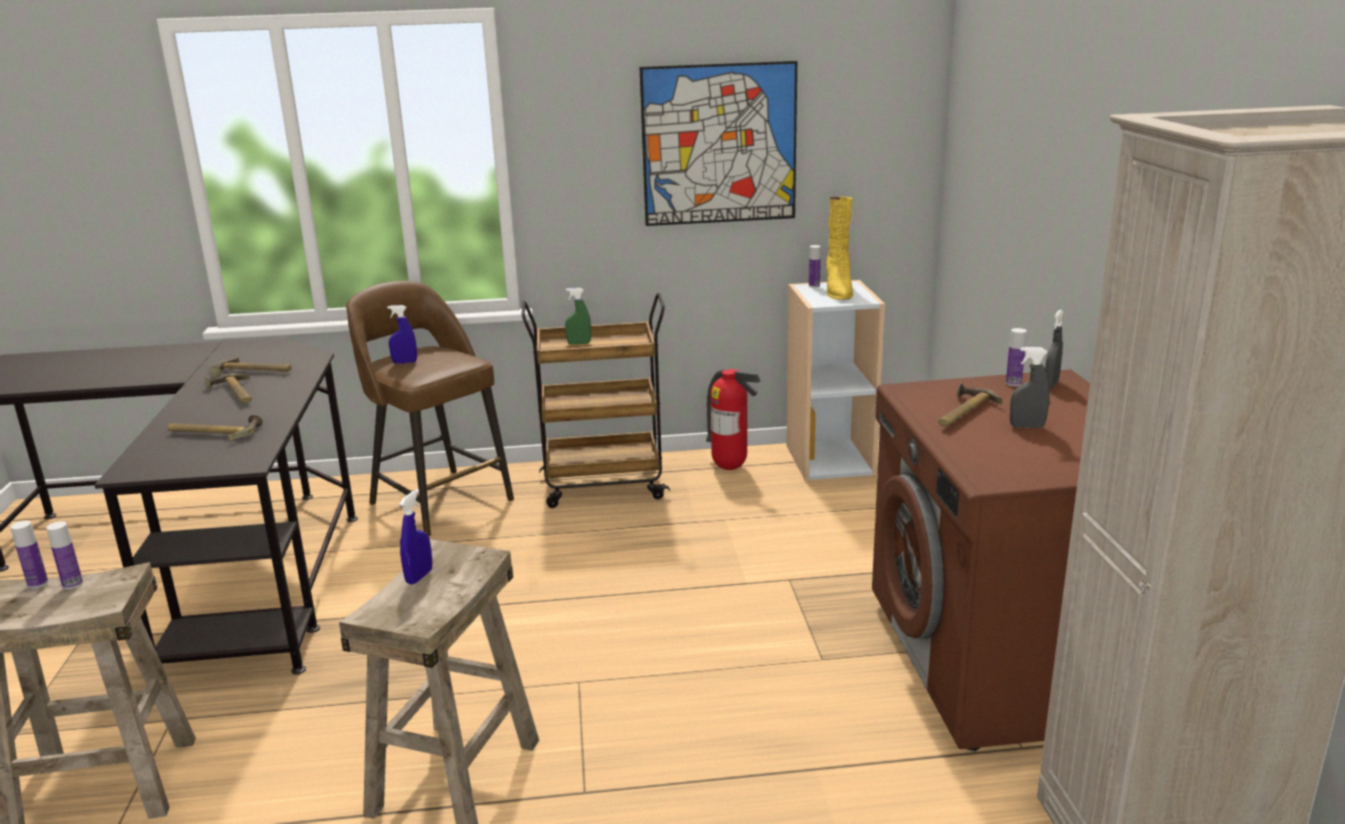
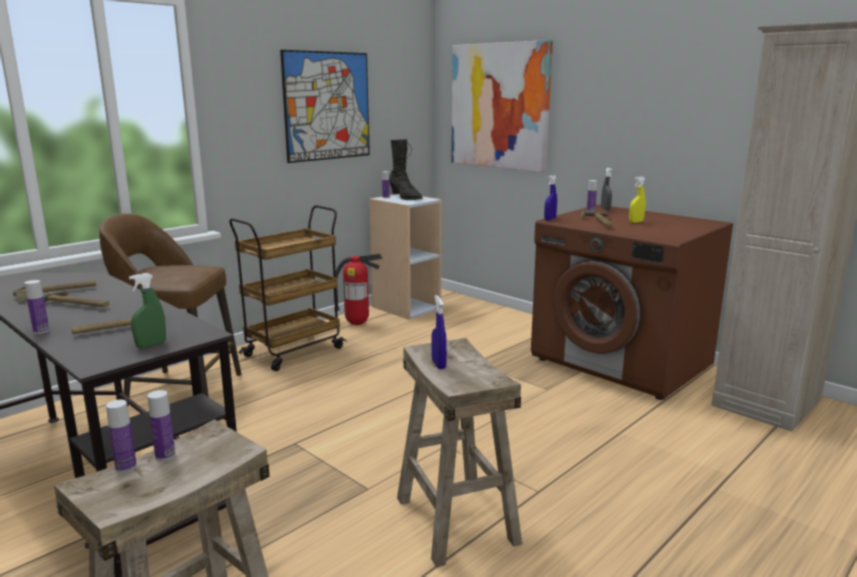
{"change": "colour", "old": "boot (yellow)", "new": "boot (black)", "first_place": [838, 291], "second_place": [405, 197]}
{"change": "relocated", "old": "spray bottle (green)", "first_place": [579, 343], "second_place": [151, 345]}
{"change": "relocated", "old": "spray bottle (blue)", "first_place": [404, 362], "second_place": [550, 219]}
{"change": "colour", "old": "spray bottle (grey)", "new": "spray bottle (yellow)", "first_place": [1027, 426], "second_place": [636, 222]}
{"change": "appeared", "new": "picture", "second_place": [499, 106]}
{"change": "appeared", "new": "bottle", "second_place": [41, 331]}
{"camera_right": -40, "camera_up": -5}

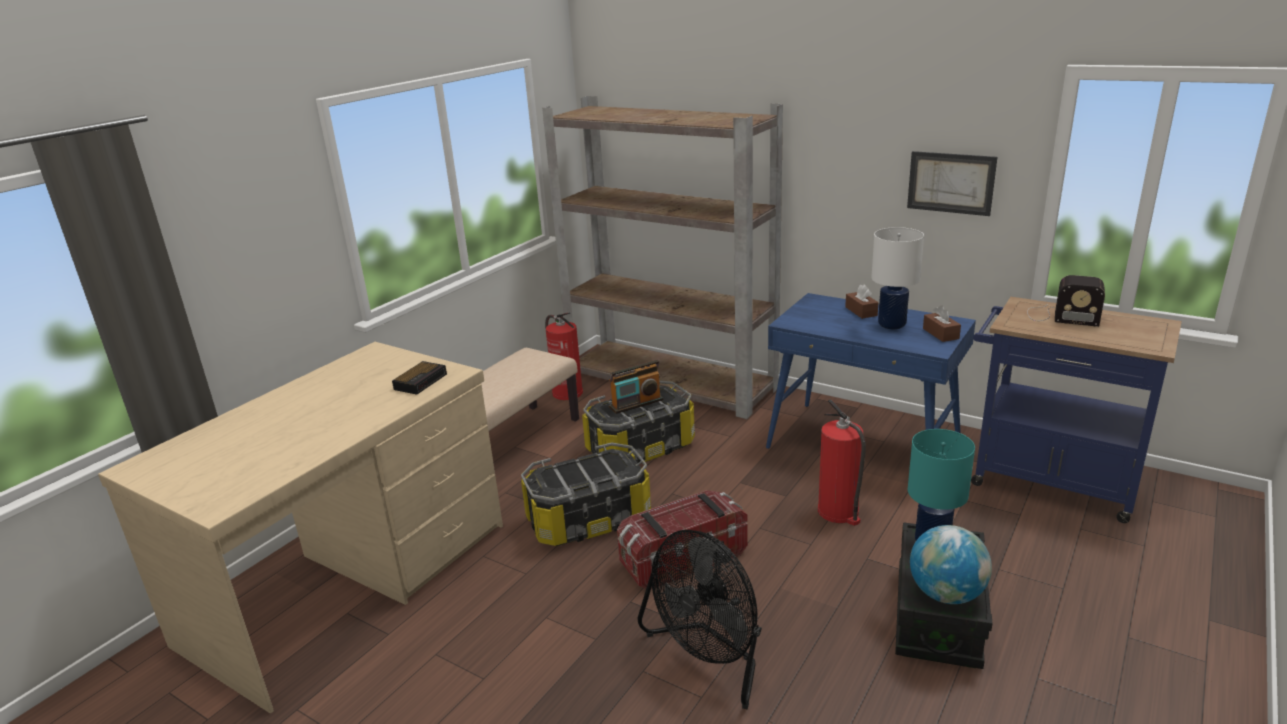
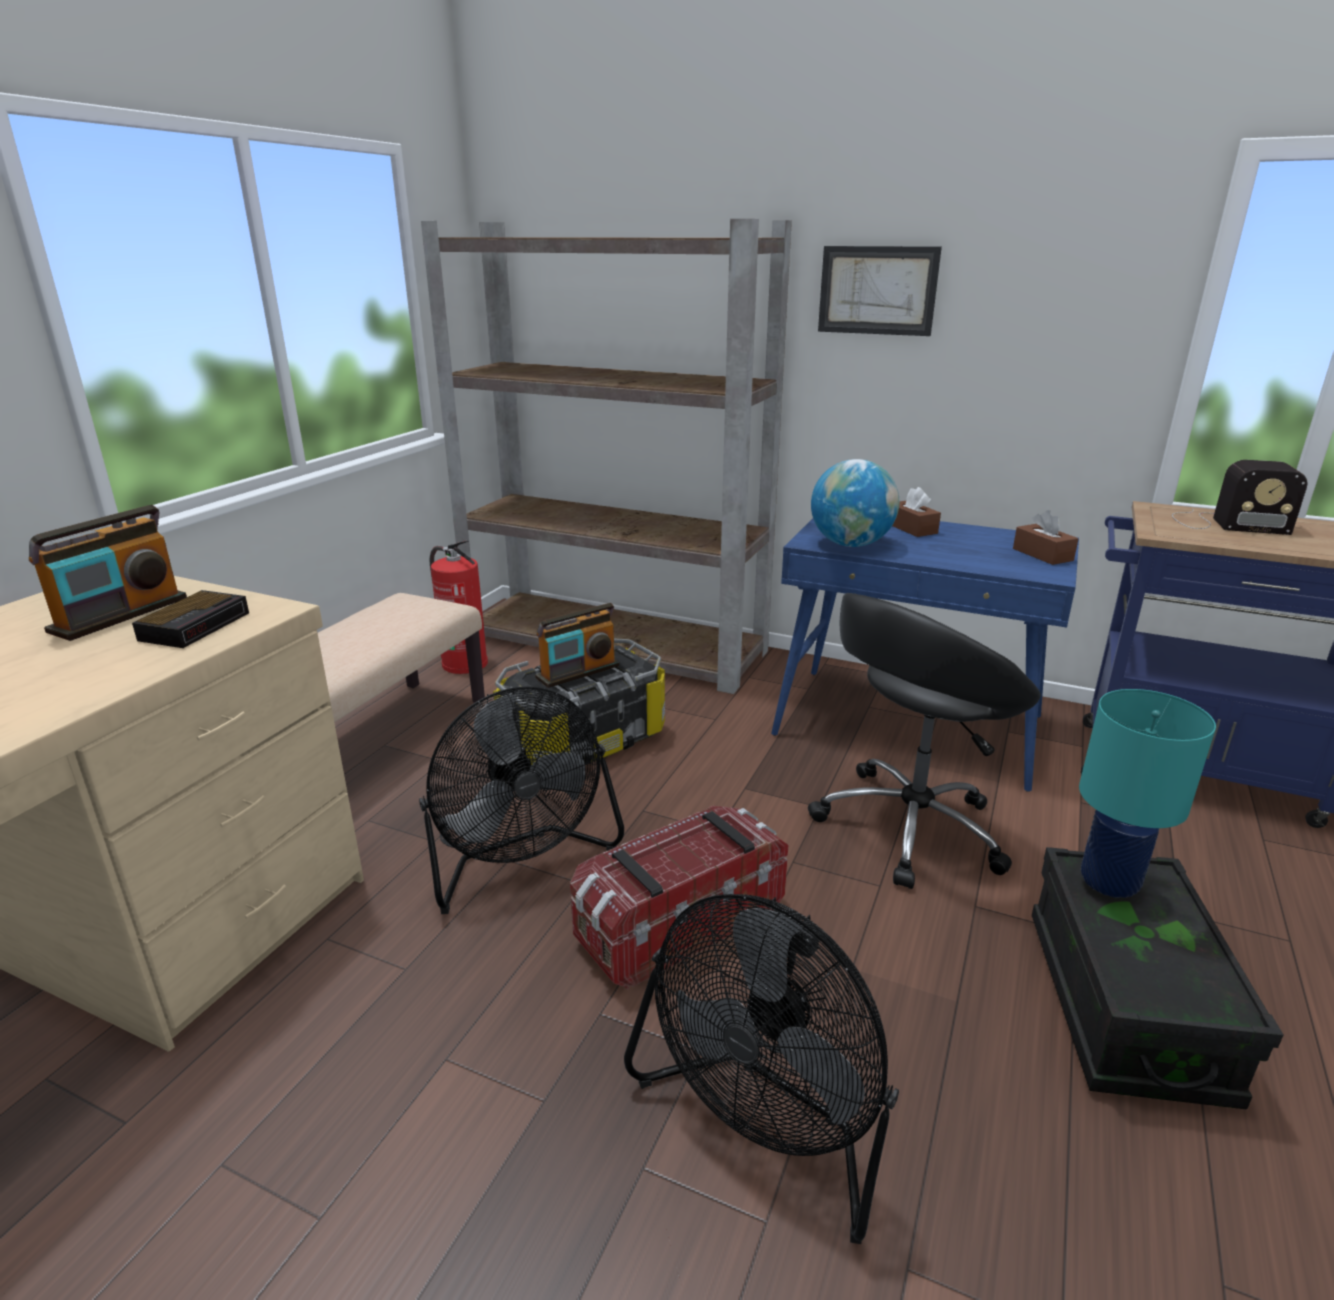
{"change": "relocated", "old": "picture", "first_place": [951, 183], "second_place": [877, 290]}
{"change": "missing", "old": "table lamp (white)", "first_place": [892, 326]}
{"change": "exchanged", "old": "fire extinguisher", "new": "office chair (black)", "first_place": [838, 512], "second_place": [906, 829]}
{"change": "exchanged", "old": "storage box", "new": "fan (black)", "first_place": [588, 519], "second_place": [512, 861]}
{"change": "relocated", "old": "globe", "first_place": [946, 594], "second_place": [850, 544]}
{"change": "appeared", "new": "radio", "second_place": [120, 615]}
{"camera_right": -10, "camera_up": 0}

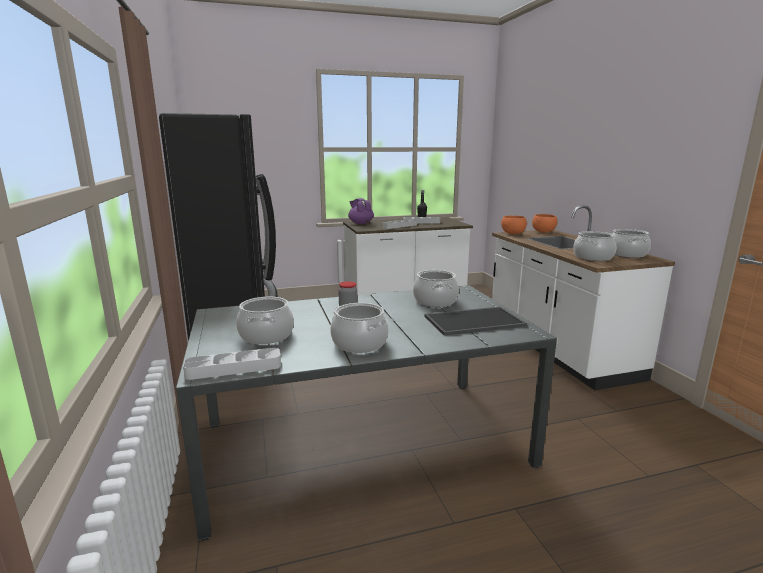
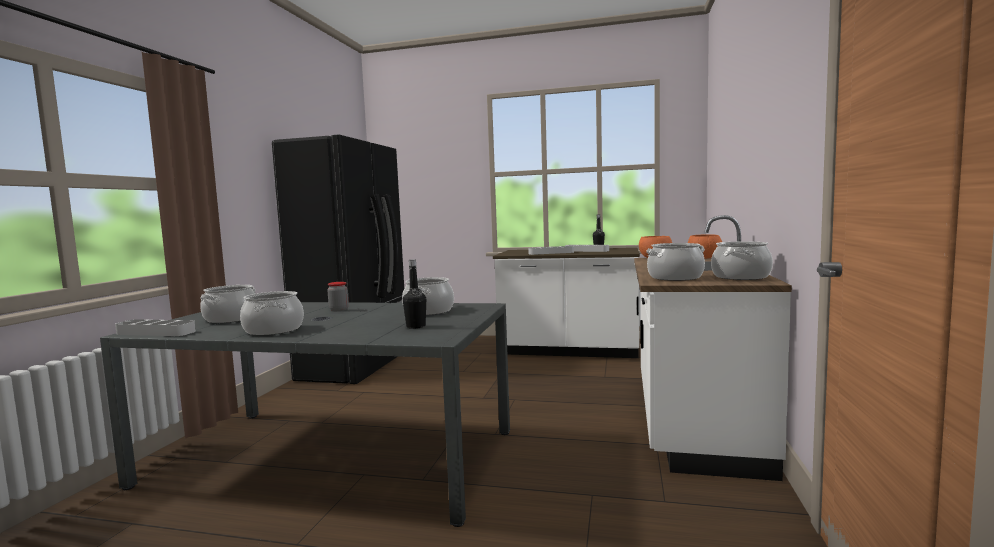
{"change": "missing", "old": "teapot (purple)", "first_place": [360, 223]}
{"change": "exchanged", "old": "tray", "new": "bottle (black)", "first_place": [474, 320], "second_place": [416, 326]}
{"camera_right": 30, "camera_up": -10}

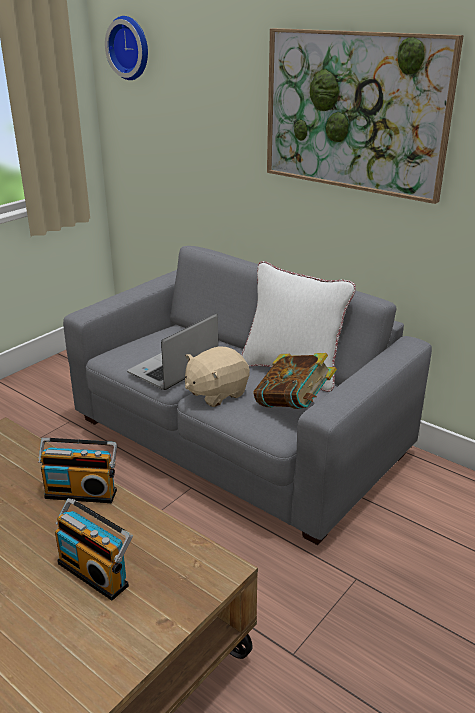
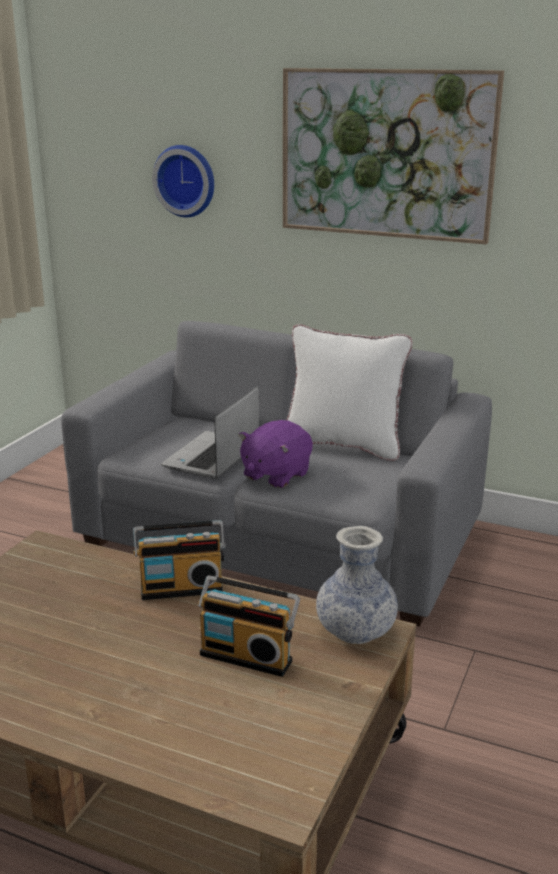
{"change": "relocated", "old": "wall clock", "first_place": [130, 48], "second_place": [186, 180]}
{"change": "colour", "old": "plush toy (beige)", "new": "plush toy (purple)", "first_place": [216, 393], "second_place": [275, 475]}
{"change": "missing", "old": "book", "first_place": [293, 406]}
{"change": "appeared", "new": "vase", "second_place": [355, 631]}
{"camera_right": -15, "camera_up": -5}

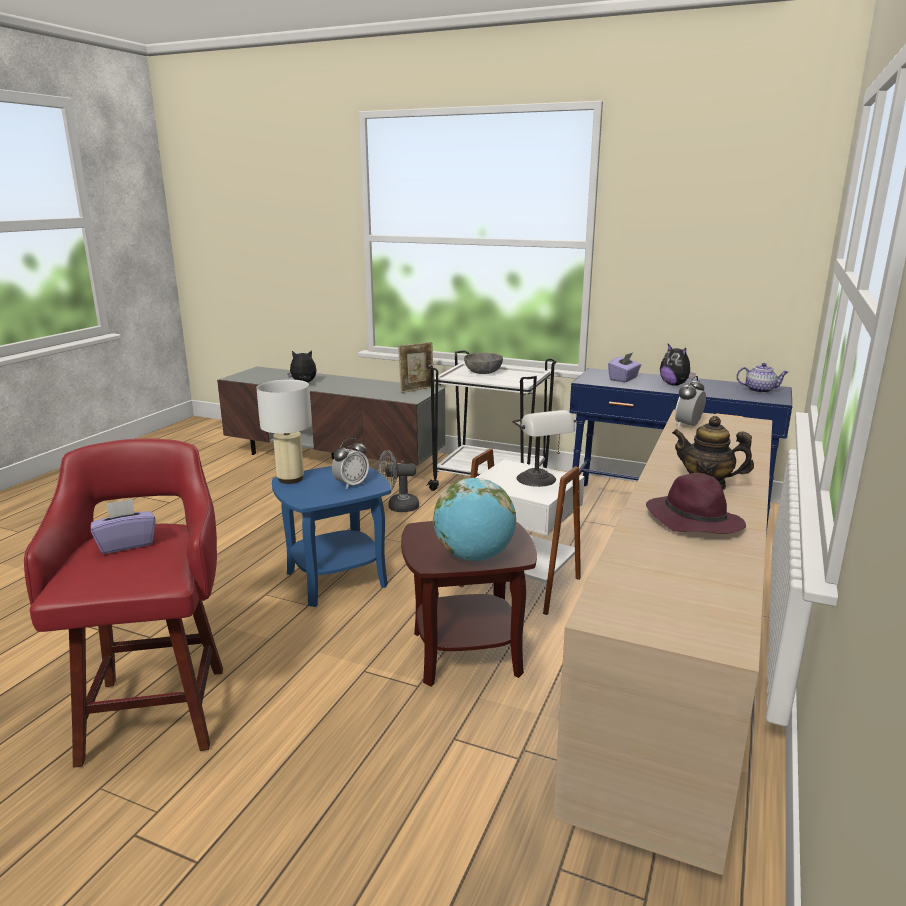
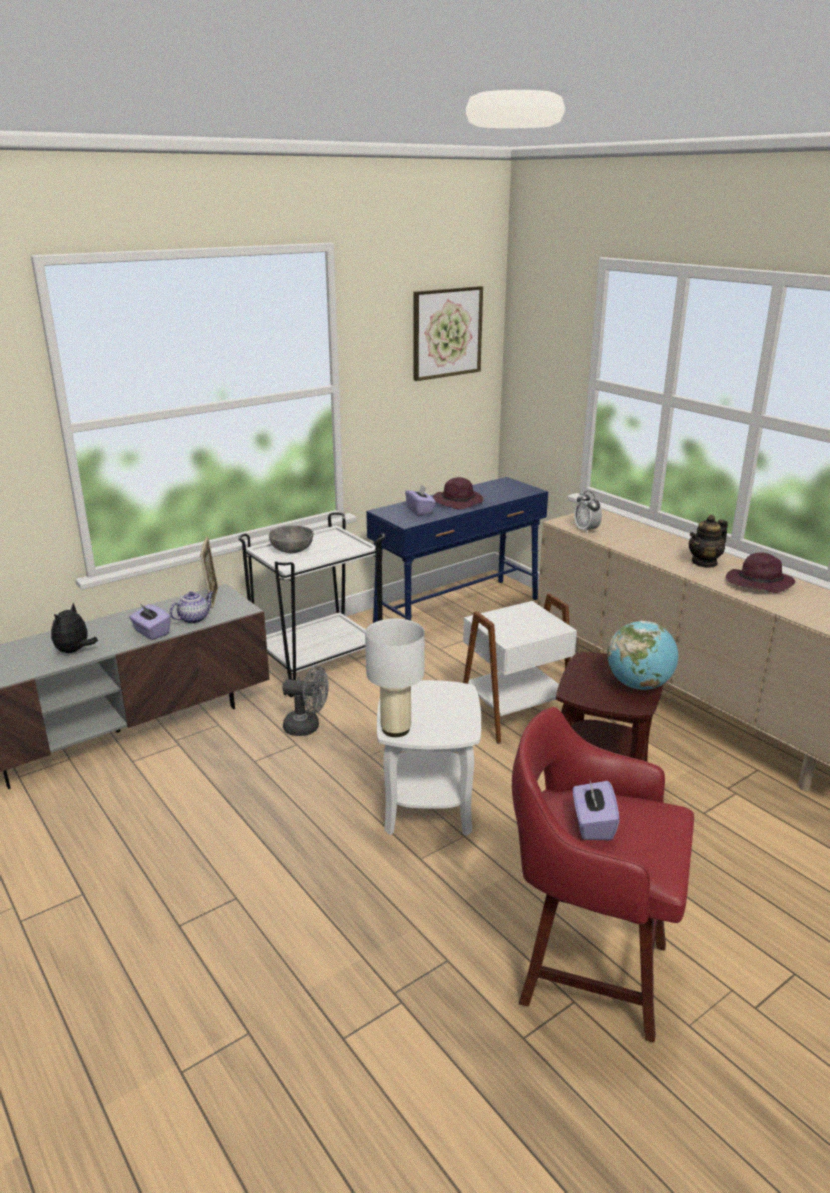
{"change": "exchanged", "old": "plush toy", "new": "hat (purple)", "first_place": [674, 385], "second_place": [459, 502]}
{"change": "relocated", "old": "teapot", "first_place": [760, 390], "second_place": [194, 618]}
{"change": "missing", "old": "table lamp", "first_place": [541, 482]}
{"change": "missing", "old": "alarm clock", "first_place": [351, 484]}
{"change": "spun", "old": "fan (grey)", "first_place": [398, 507], "second_place": [307, 727], "degrees": -105}
{"change": "colour", "old": "side table (blue)", "new": "side table (white)", "first_place": [336, 578], "second_place": [427, 805]}
{"change": "appeared", "new": "picture", "second_place": [446, 332]}
{"change": "appeared", "new": "tissue box (purple)", "second_place": [151, 632]}
{"camera_right": -60, "camera_up": 5}

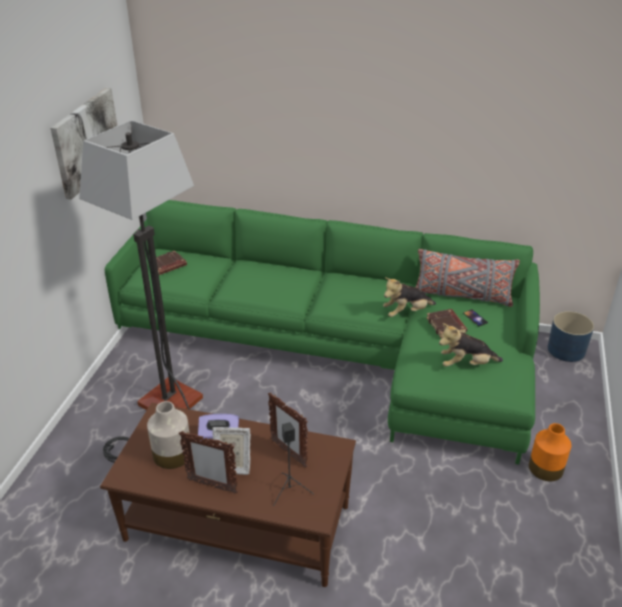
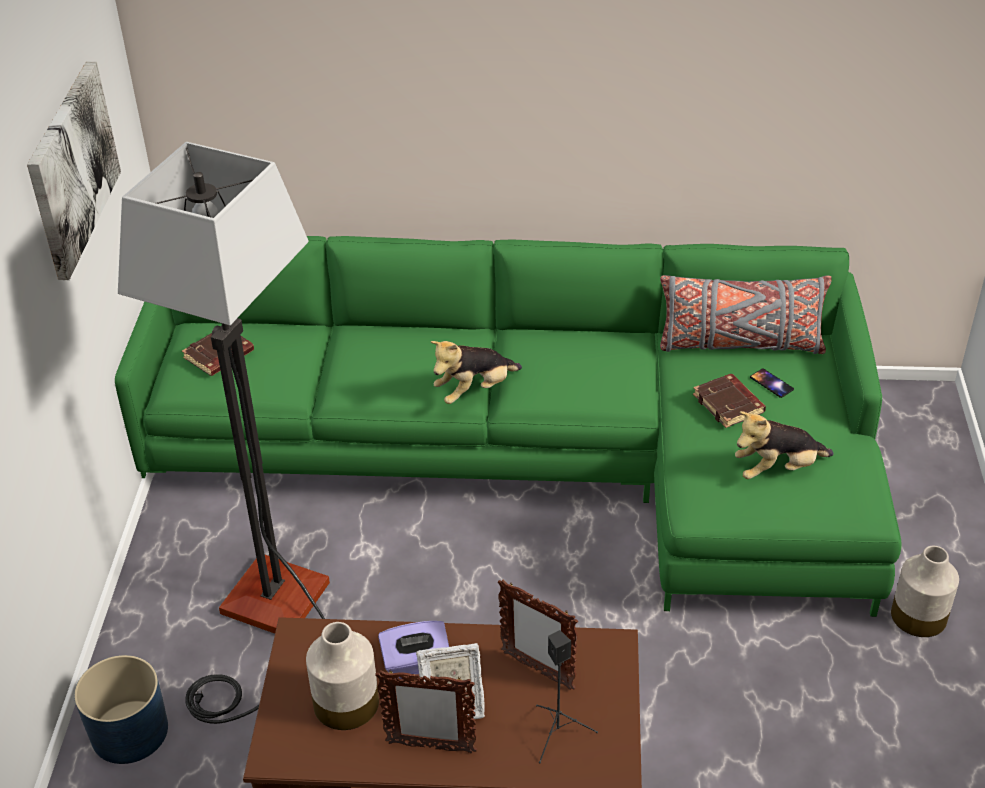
{"change": "relocated", "old": "plush toy", "first_place": [406, 312], "second_place": [474, 391]}
{"change": "relocated", "old": "planter (blue)", "first_place": [566, 350], "second_place": [130, 731]}
{"change": "colour", "old": "vase (orange)", "new": "vase (beige)", "first_place": [546, 468], "second_place": [919, 615]}
{"camera_right": -10, "camera_up": 5}

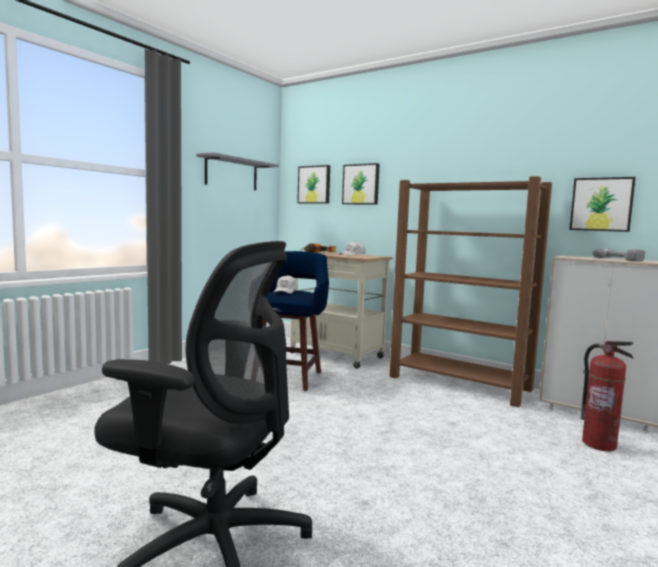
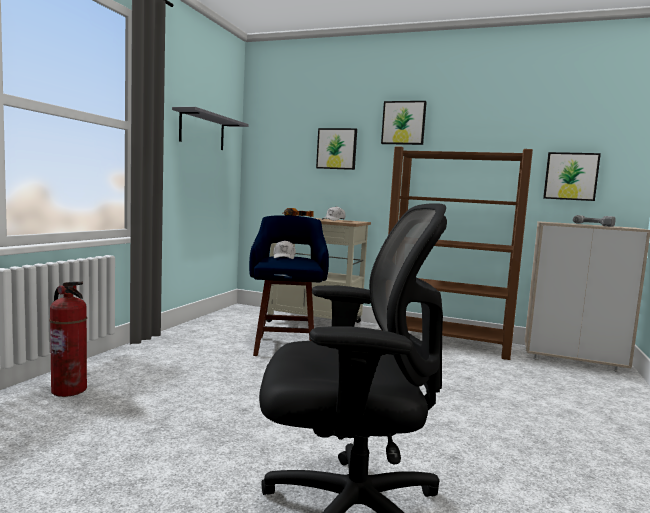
{"change": "relocated", "old": "picture", "first_place": [314, 185], "second_place": [403, 123]}
{"change": "relocated", "old": "fire extinguisher", "first_place": [599, 444], "second_place": [69, 390]}
{"camera_right": -15, "camera_up": 0}

